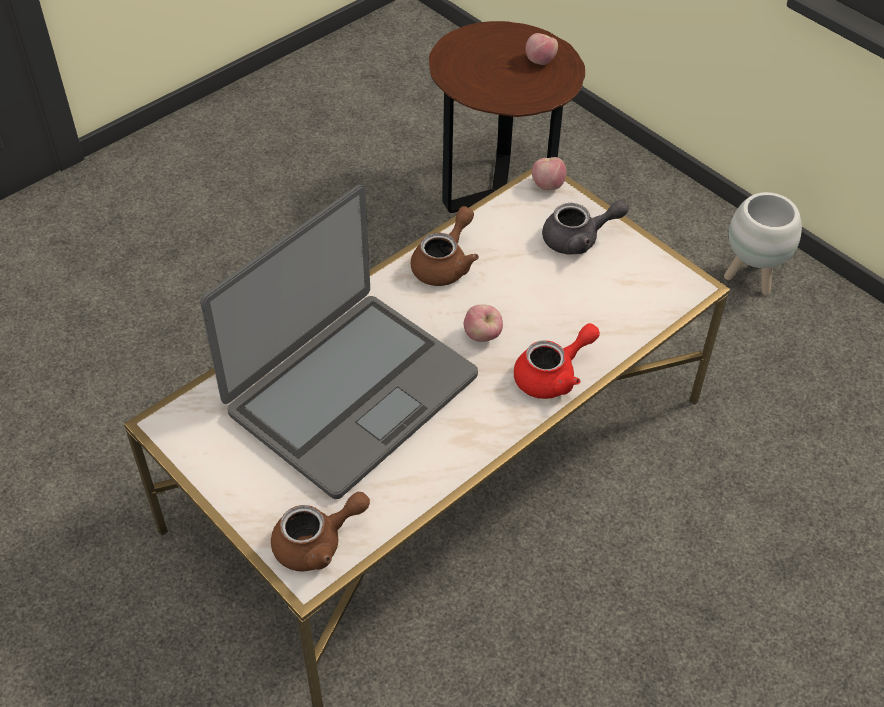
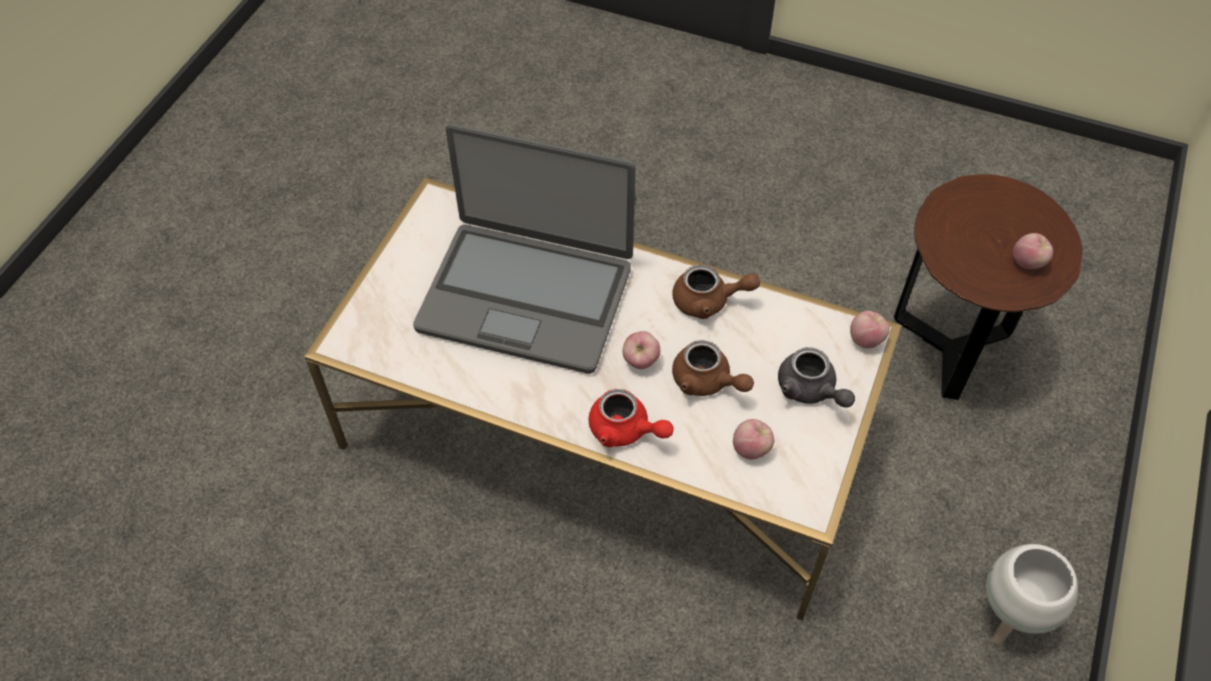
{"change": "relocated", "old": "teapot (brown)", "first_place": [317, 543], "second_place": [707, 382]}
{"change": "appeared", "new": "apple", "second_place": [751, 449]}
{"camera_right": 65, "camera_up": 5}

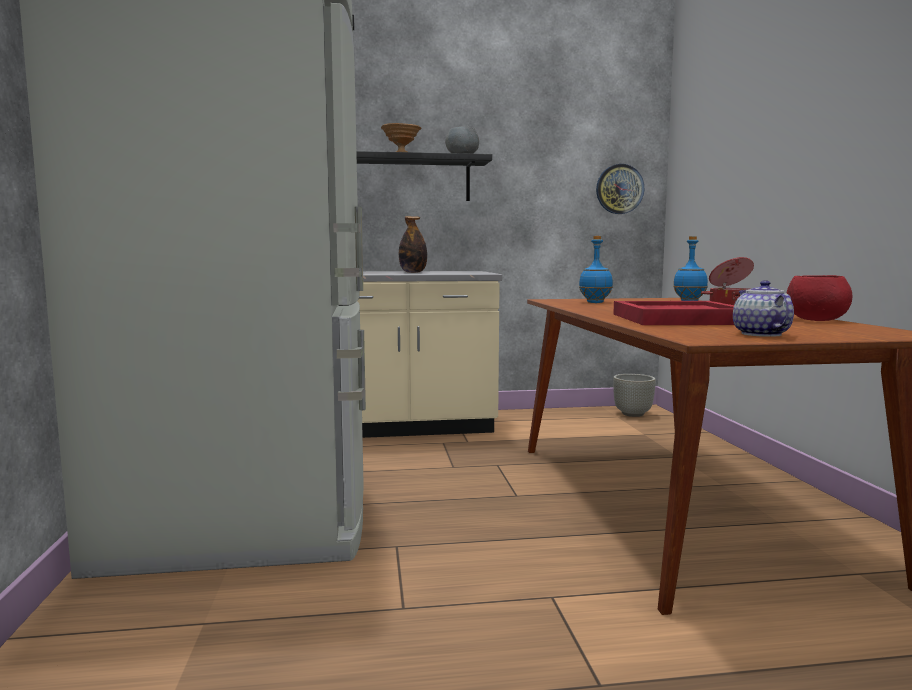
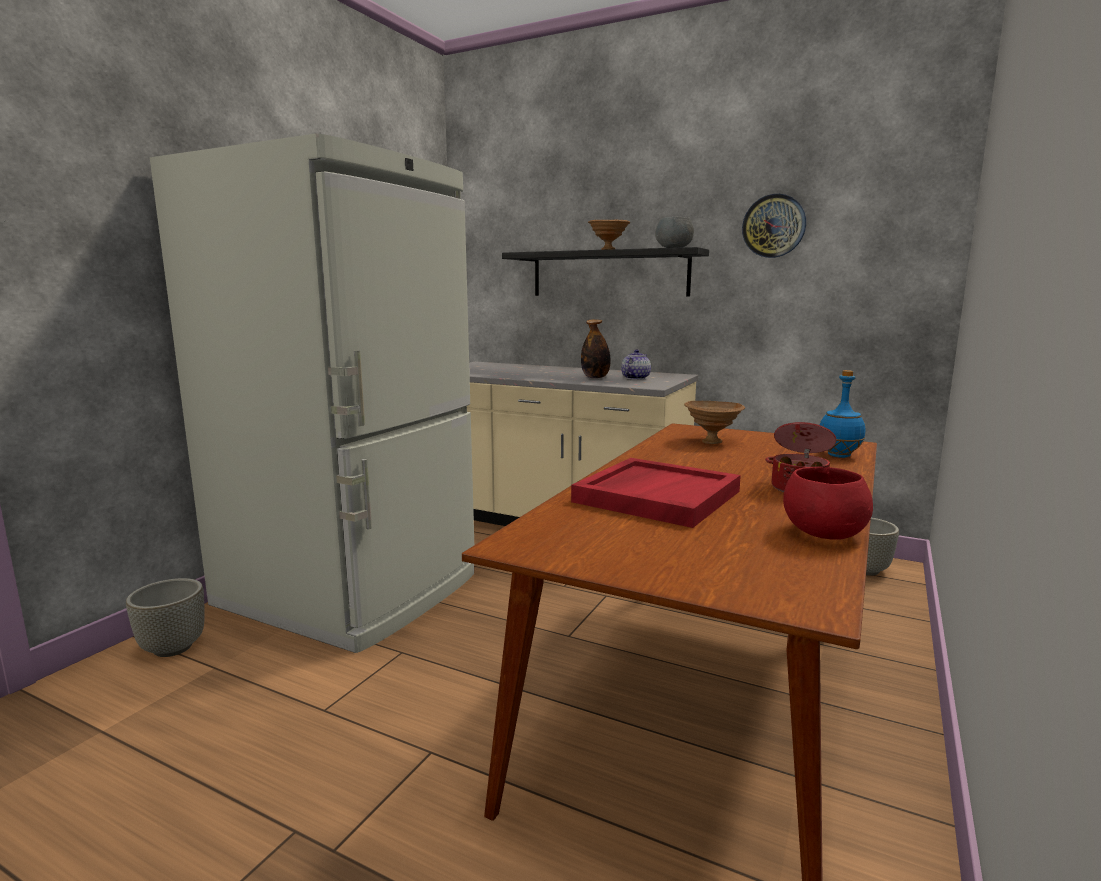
{"change": "relocated", "old": "wall clock", "first_place": [619, 189], "second_place": [773, 226]}
{"change": "exchanged", "old": "bottle (blue)", "new": "bowl (brown)", "first_place": [594, 302], "second_place": [711, 441]}
{"change": "relocated", "old": "teapot", "first_place": [761, 334], "second_place": [635, 378]}
{"change": "appeared", "new": "planter (grey)", "second_place": [173, 648]}
{"camera_right": 35, "camera_up": 5}

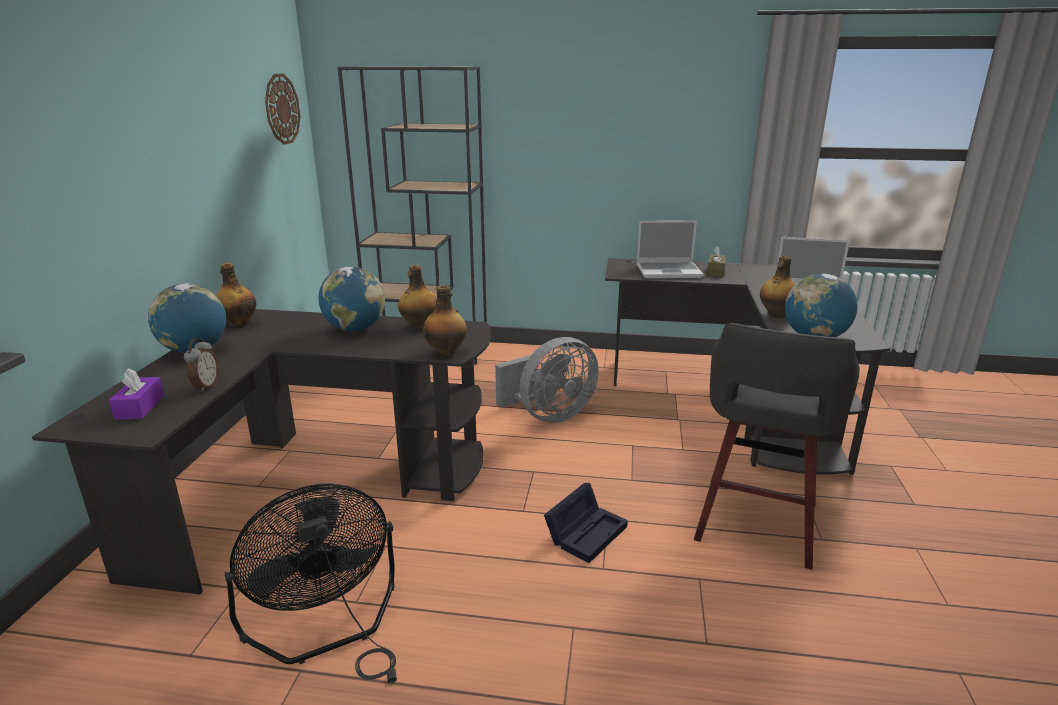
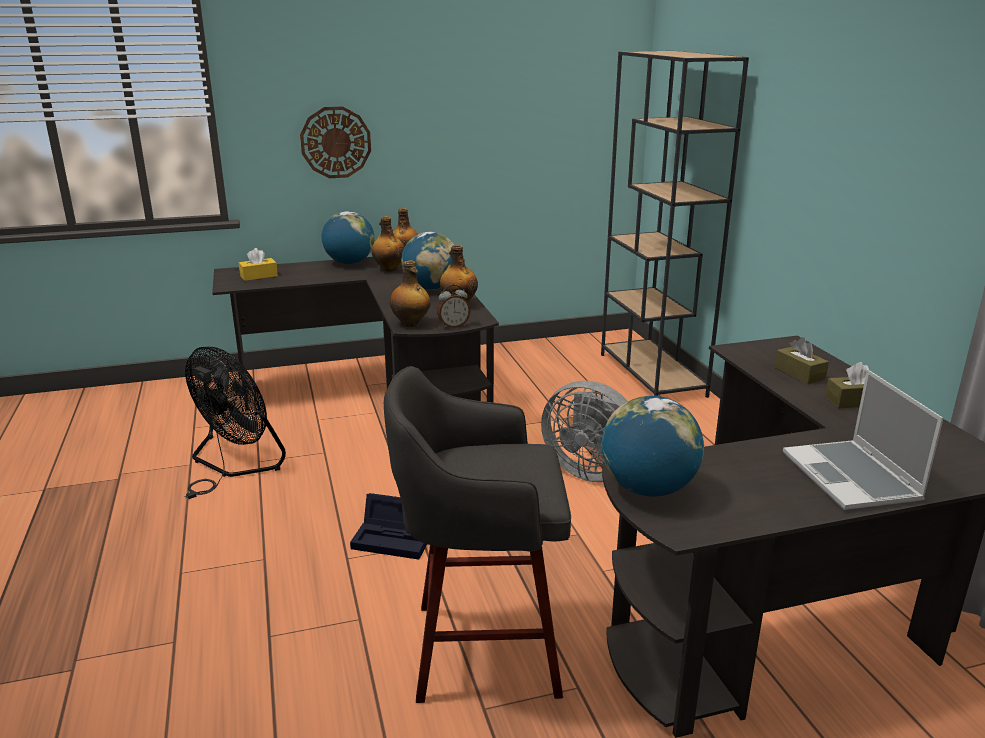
{"change": "relocated", "old": "wall clock", "first_place": [282, 109], "second_place": [336, 142]}
{"change": "exchanged", "old": "laptop", "new": "tissue box (brown)", "first_place": [669, 271], "second_place": [799, 373]}
{"change": "relocated", "old": "bottle", "first_place": [775, 314], "second_place": [389, 269]}
{"change": "relocated", "old": "alarm clock", "first_place": [205, 386], "second_place": [453, 326]}
{"change": "colour", "old": "tissue box (purple)", "new": "tissue box (yellow)", "first_place": [140, 407], "second_place": [259, 276]}
{"camera_right": 65, "camera_up": 0}

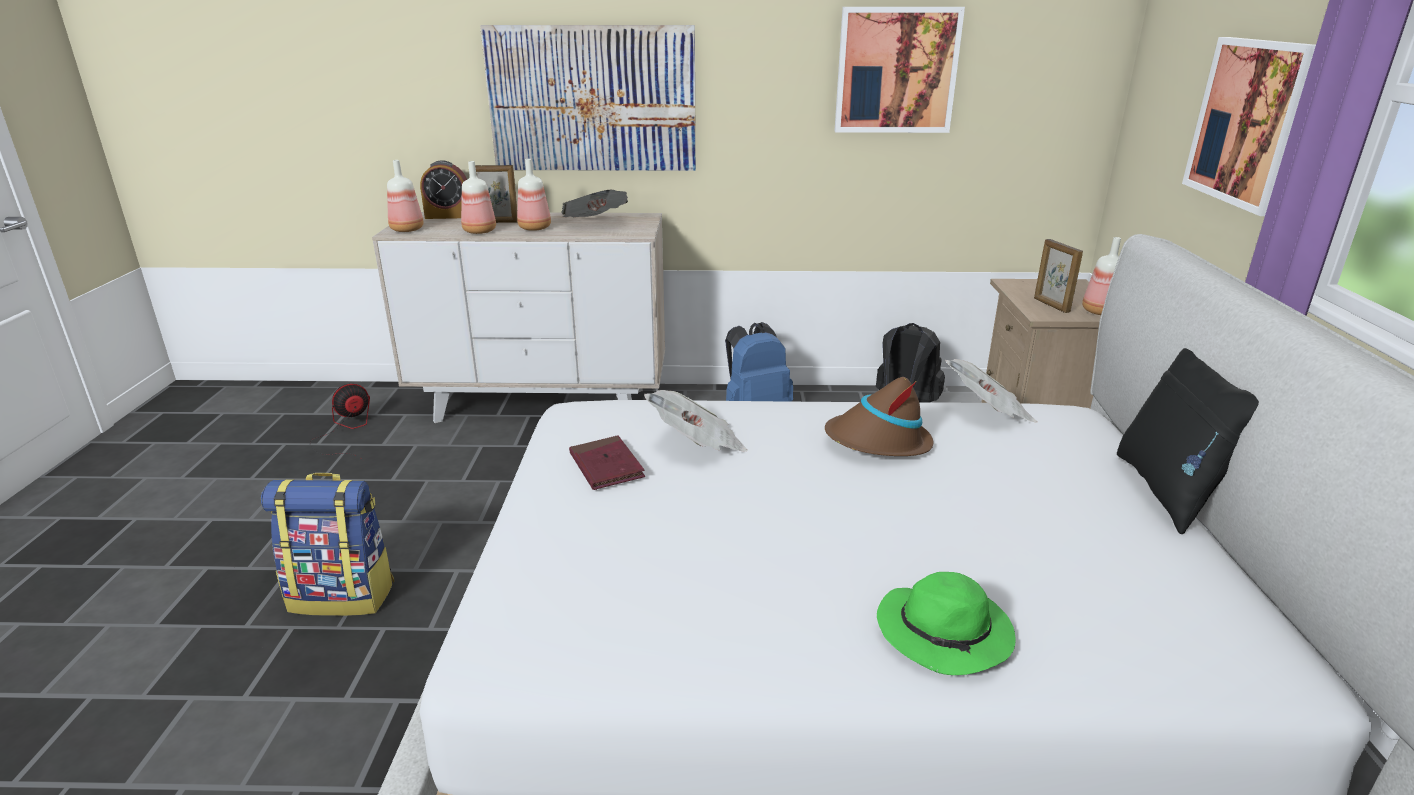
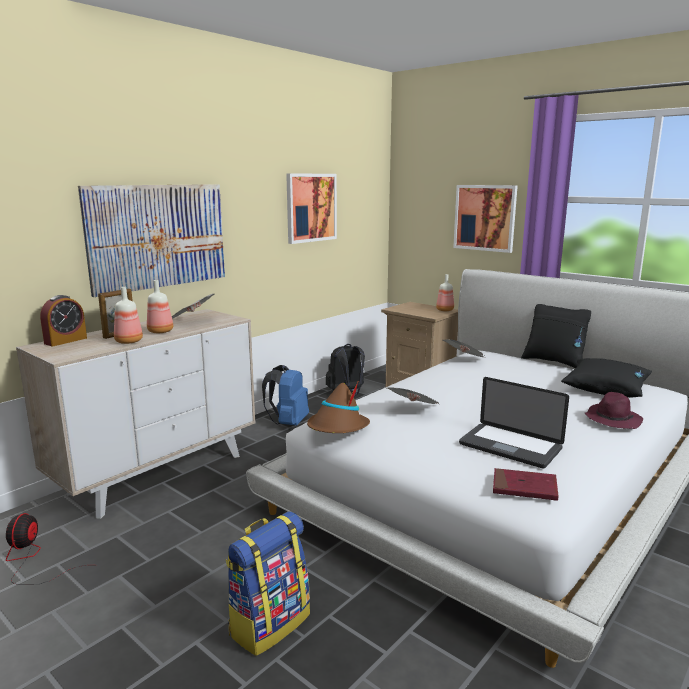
{"change": "missing", "old": "bottle", "first_place": [406, 229]}
{"change": "missing", "old": "picture frame", "first_place": [1051, 305]}
{"change": "relocated", "old": "hat (brown)", "first_place": [878, 442], "second_place": [337, 427]}
{"change": "relocated", "old": "book (red)", "first_place": [606, 466], "second_place": [524, 487]}
{"change": "colour", "old": "hat (green)", "new": "hat (purple)", "first_place": [946, 633], "second_place": [612, 419]}
{"change": "appeared", "new": "pillow (black)", "second_place": [605, 390]}
{"change": "appeared", "new": "laptop", "second_place": [510, 446]}
{"camera_right": -50, "camera_up": -10}

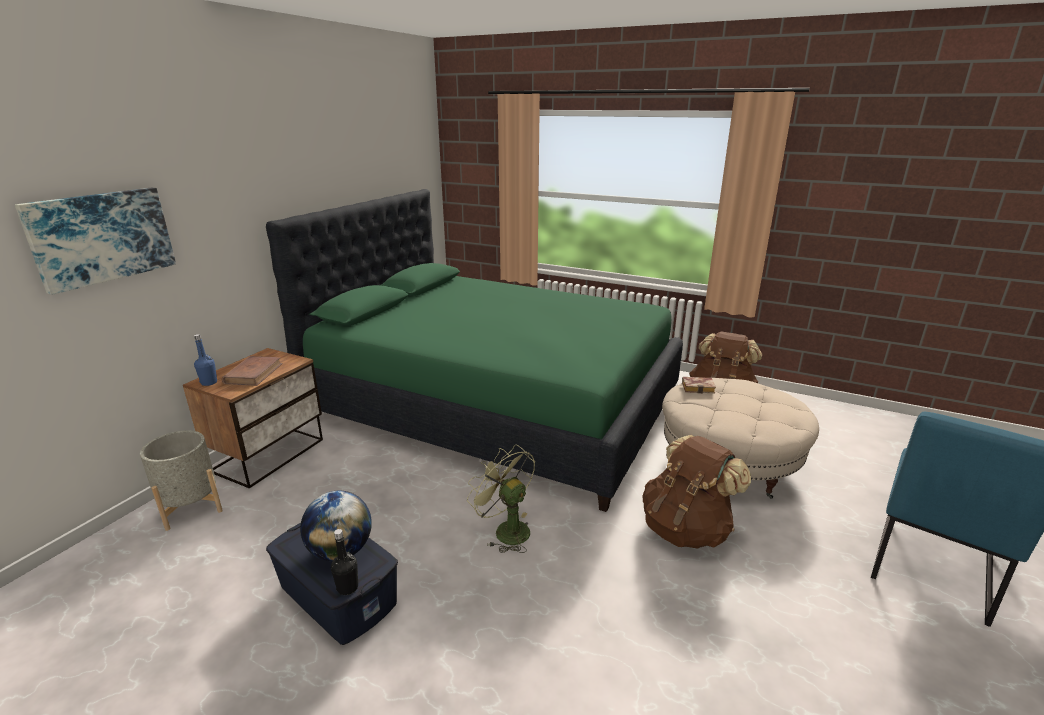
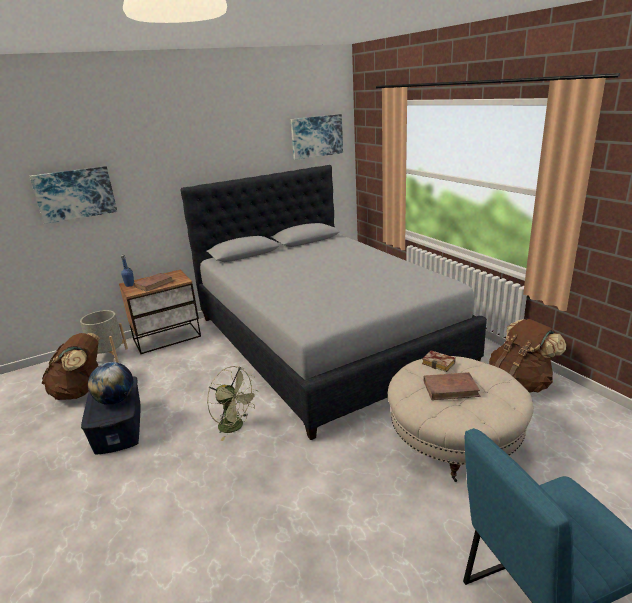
{"change": "colour", "old": "bed (green)", "new": "bed (grey)", "first_place": [495, 403], "second_place": [324, 339]}
{"change": "relocated", "old": "backpack (brown)", "first_place": [686, 529], "second_place": [81, 391]}
{"change": "spun", "old": "fan (green)", "first_place": [506, 530], "second_place": [236, 426], "degrees": 135}
{"change": "missing", "old": "bottle (black)", "first_place": [347, 588]}
{"change": "appeared", "new": "picture", "second_place": [316, 136]}
{"change": "appeared", "new": "book (brown)", "second_place": [450, 388]}
{"camera_right": 35, "camera_up": 0}

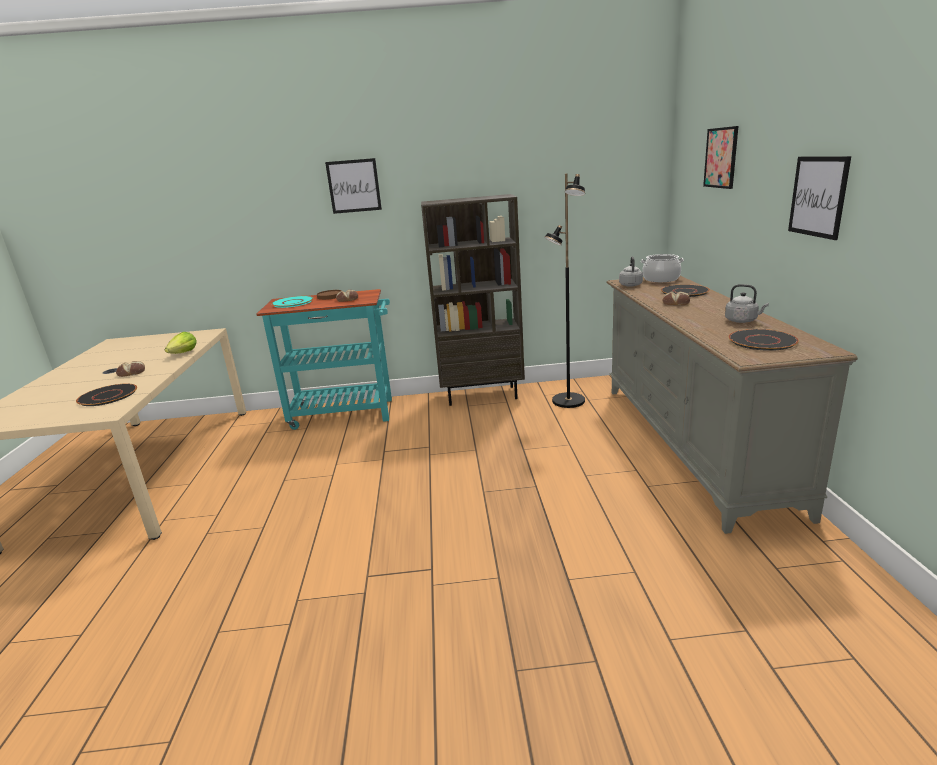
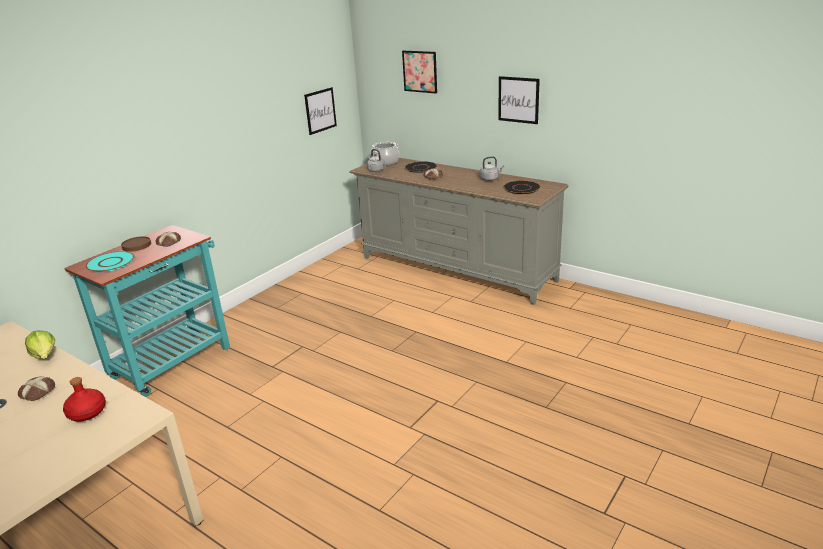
{"change": "relocated", "old": "picture", "first_place": [354, 186], "second_place": [320, 110]}
{"change": "missing", "old": "floor lamp (black)", "first_place": [568, 401]}
{"change": "missing", "old": "bookcase (brown)", "first_place": [482, 395]}
{"change": "exchanged", "old": "plate (black)", "new": "bottle (red)", "first_place": [107, 396], "second_place": [86, 413]}
{"camera_right": -50, "camera_up": 5}

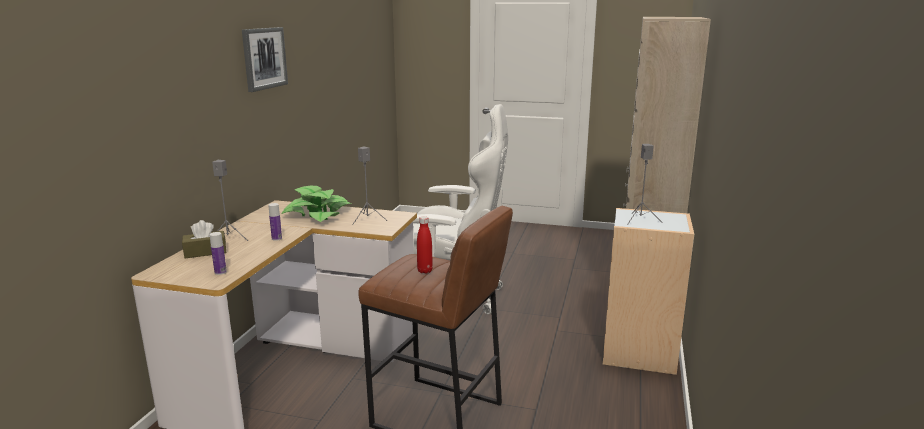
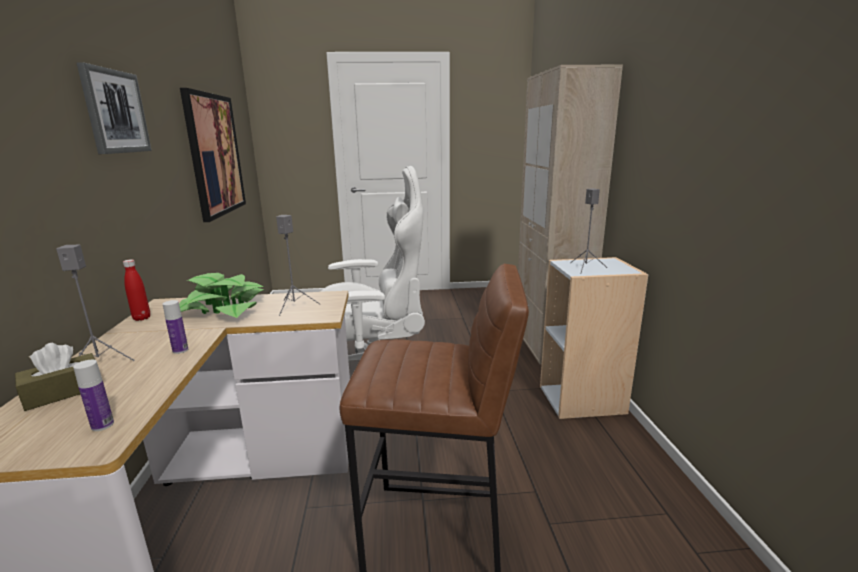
{"change": "relocated", "old": "bottle (red)", "first_place": [425, 271], "second_place": [142, 318]}
{"change": "appeared", "new": "picture", "second_place": [215, 155]}
{"camera_right": -20, "camera_up": 0}

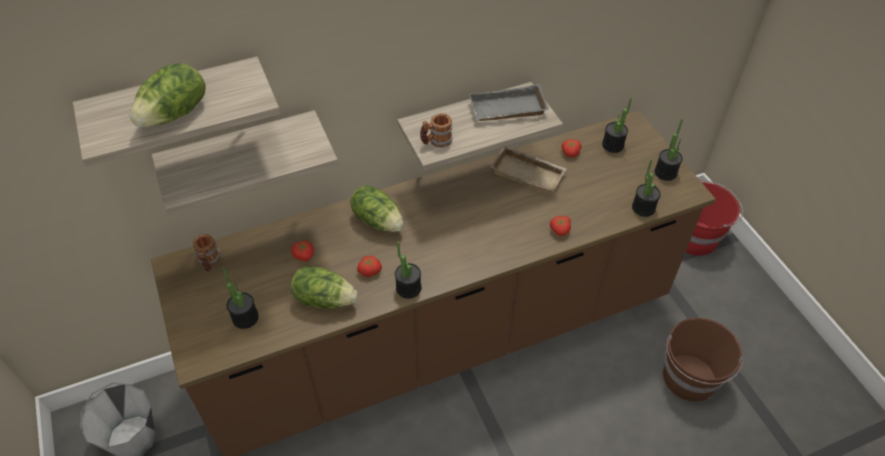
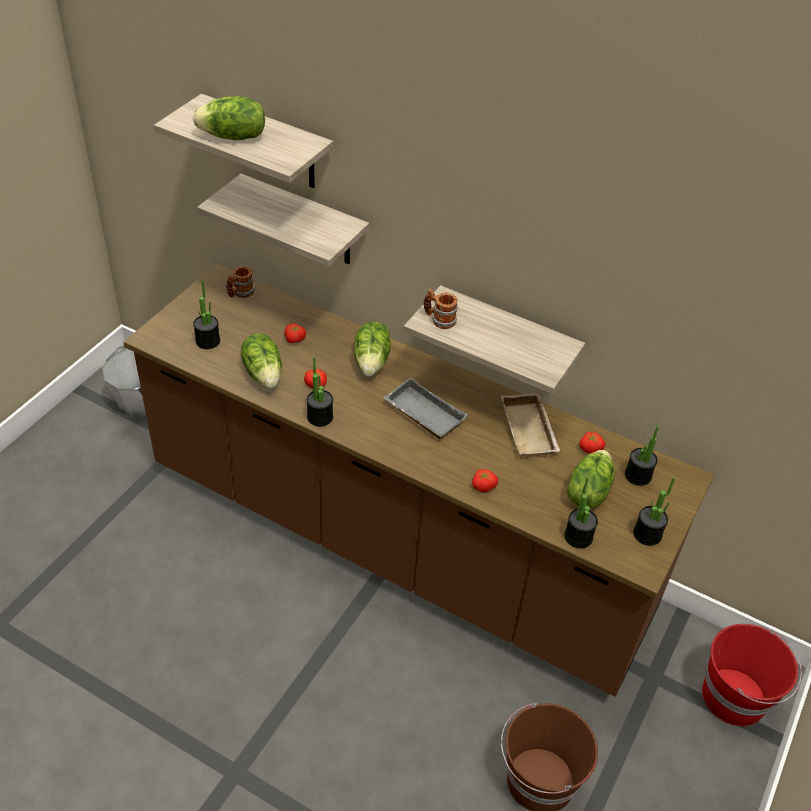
{"change": "relocated", "old": "tray (grey)", "first_place": [507, 110], "second_place": [422, 414]}
{"change": "appeared", "new": "lettuce", "second_place": [587, 491]}
{"camera_right": 50, "camera_up": -5}

